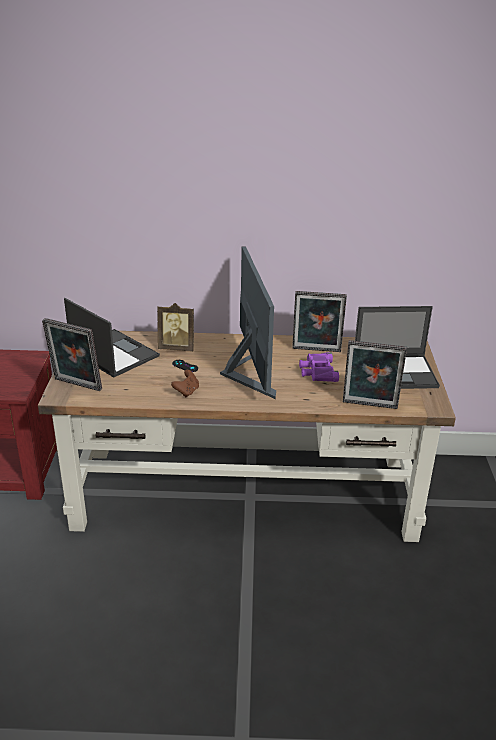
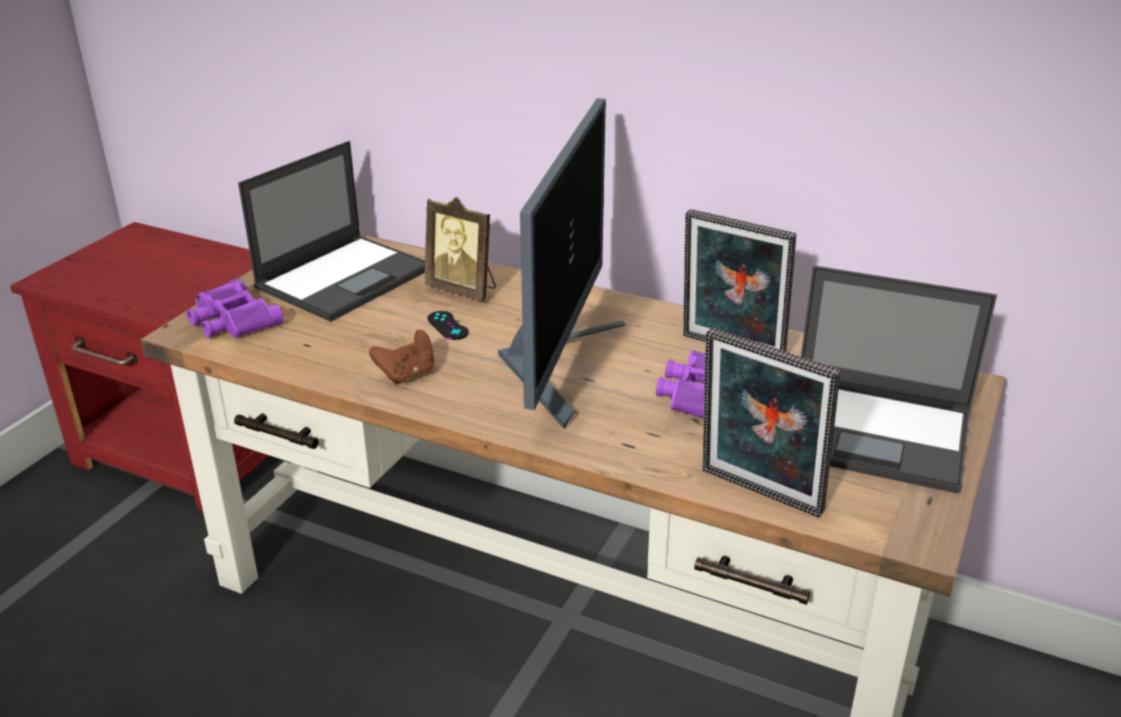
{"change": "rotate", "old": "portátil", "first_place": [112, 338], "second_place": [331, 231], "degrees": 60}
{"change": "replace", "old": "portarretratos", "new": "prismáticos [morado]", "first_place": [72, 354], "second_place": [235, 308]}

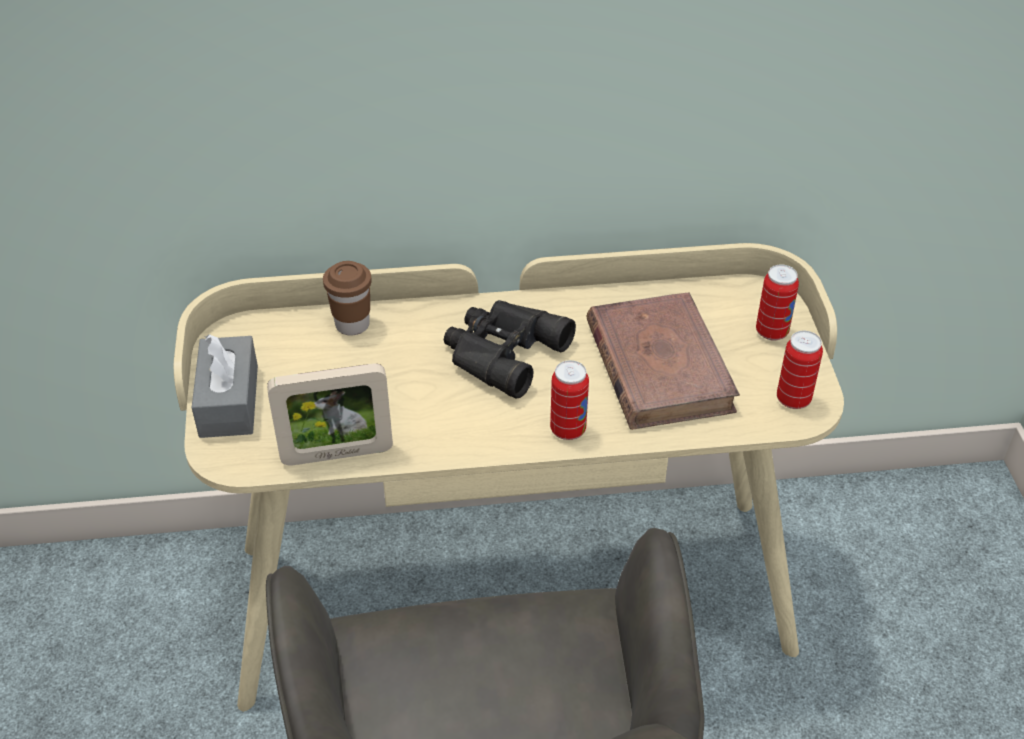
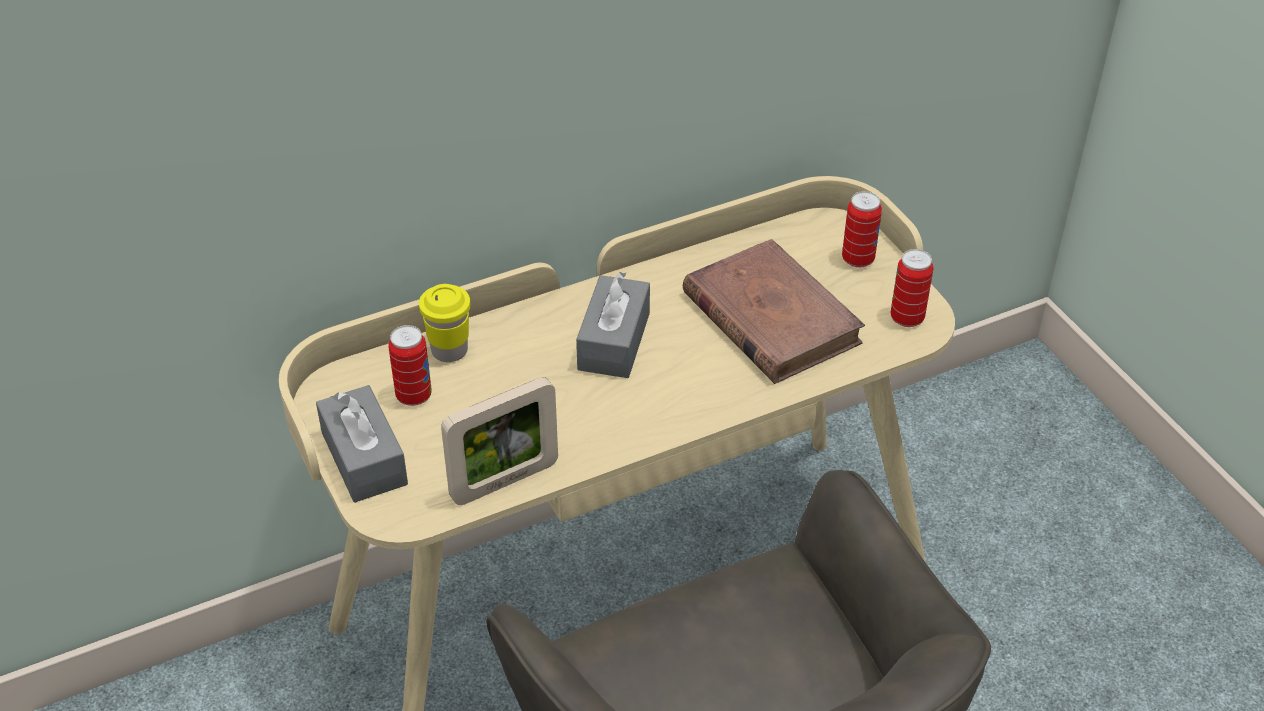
{"change": "recolor", "old": "taza [marrón]", "new": "taza [amarillo]", "first_place": [347, 298], "second_place": [444, 323]}
{"change": "replace", "old": "prismáticos [negro]", "new": "caja de pañuelos [gris]", "first_place": [510, 349], "second_place": [613, 325]}
{"change": "move", "old": "lata", "first_place": [569, 400], "second_place": [410, 365]}

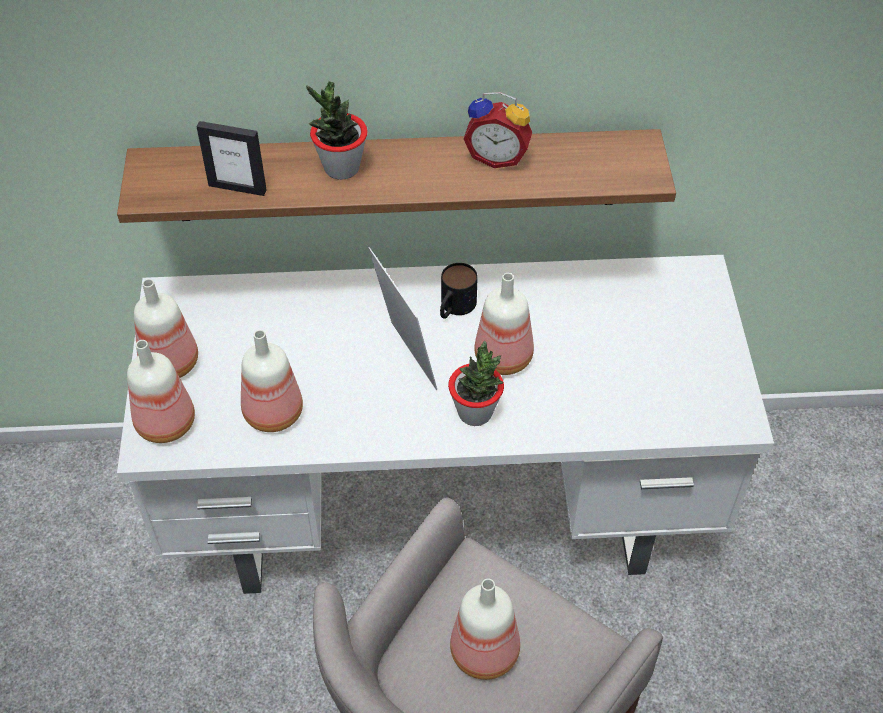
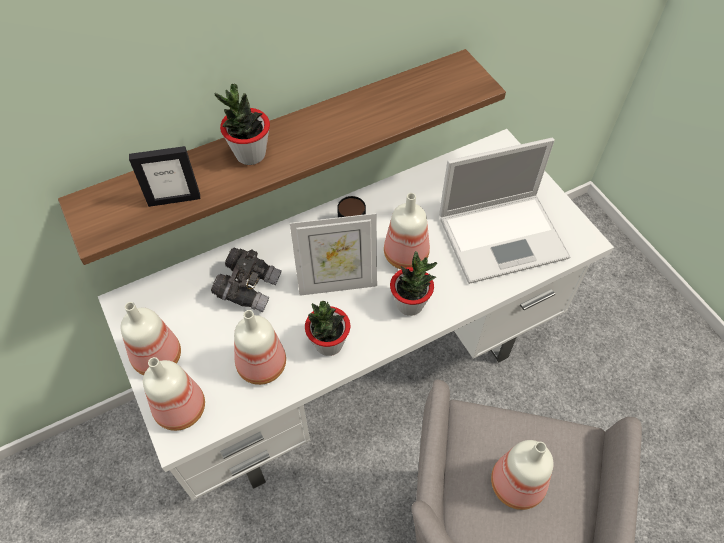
{"change": "delete", "old": "despertador", "first_place": [498, 130]}
{"change": "rotate", "old": "portarretratos", "first_place": [402, 318], "second_place": [333, 254], "degrees": 135}
{"change": "insert", "new": "portátil", "second_place": [504, 211]}
{"change": "insert", "new": "prismáticos [gris]", "second_place": [246, 280]}
{"change": "insert", "new": "planta en maceta", "second_place": [327, 328]}

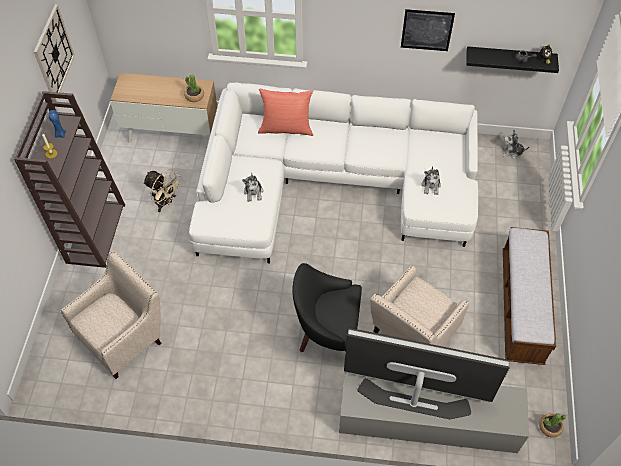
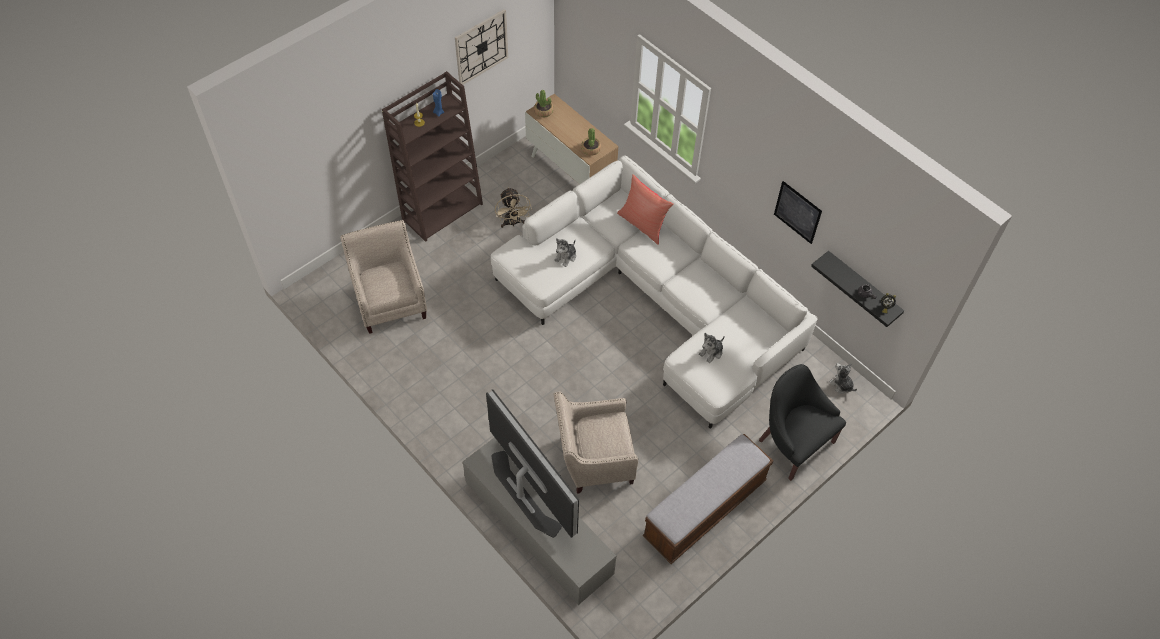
{"change": "rotate", "old": "sillón [beis]", "first_place": [111, 315], "second_place": [383, 277], "degrees": -105}
{"change": "move", "old": "sillón [negro]", "first_place": [327, 307], "second_place": [802, 422]}
{"change": "move", "old": "planta en maceta", "first_place": [552, 425], "second_place": [543, 103]}

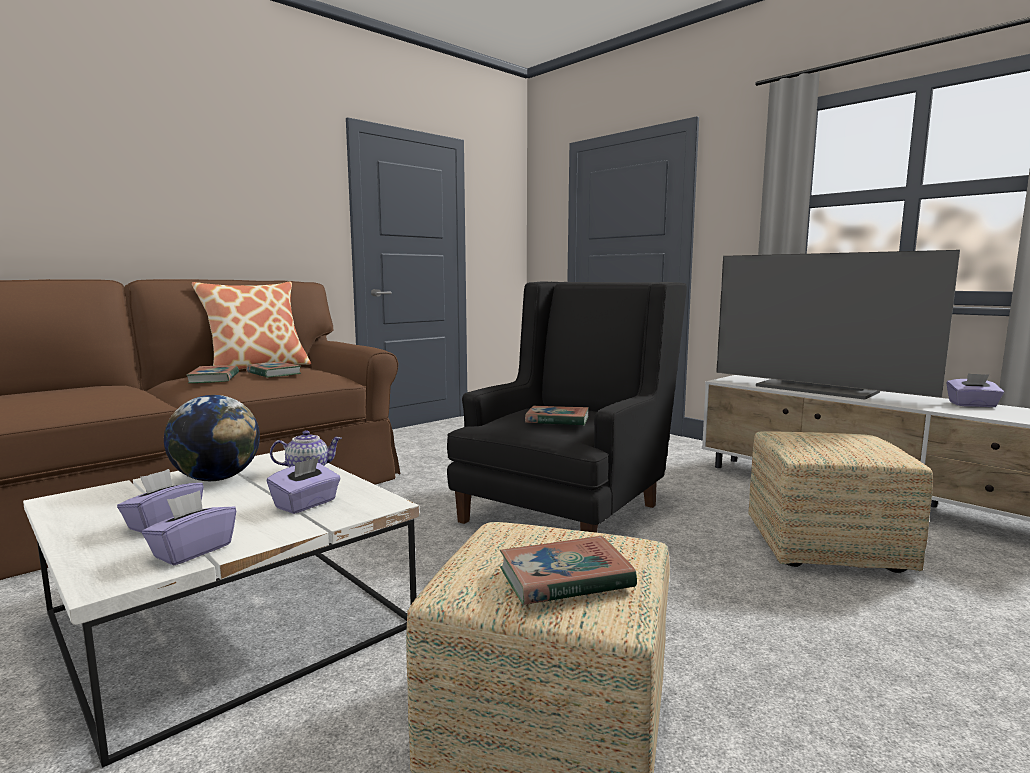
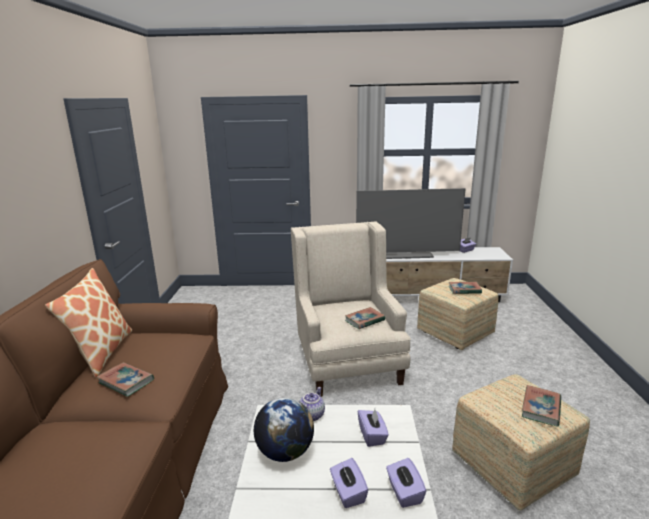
{"change": "recolor", "old": "sillón [negro]", "new": "sillón [beis]", "first_place": [567, 407], "second_place": [351, 309]}
{"change": "move", "old": "libro", "first_place": [273, 370], "second_place": [465, 287]}

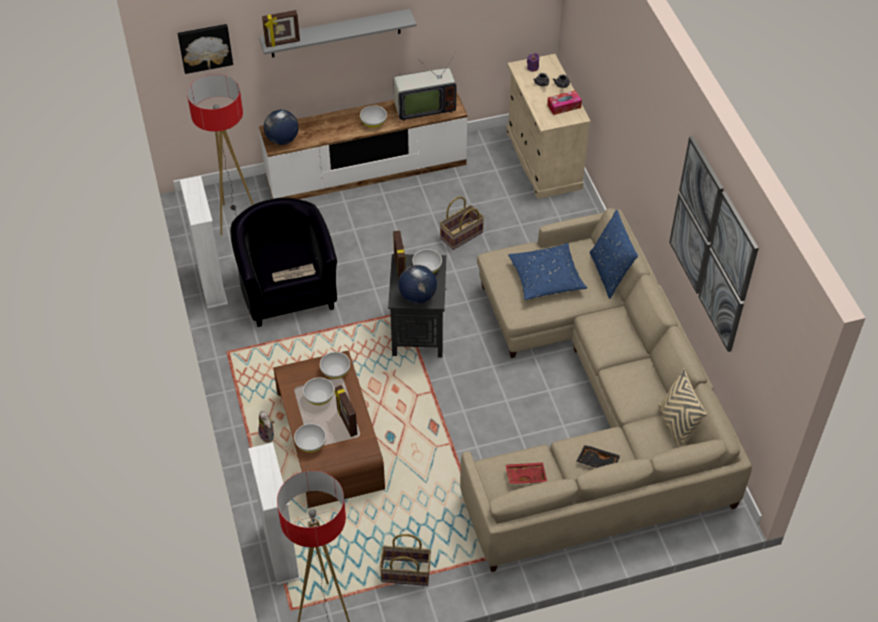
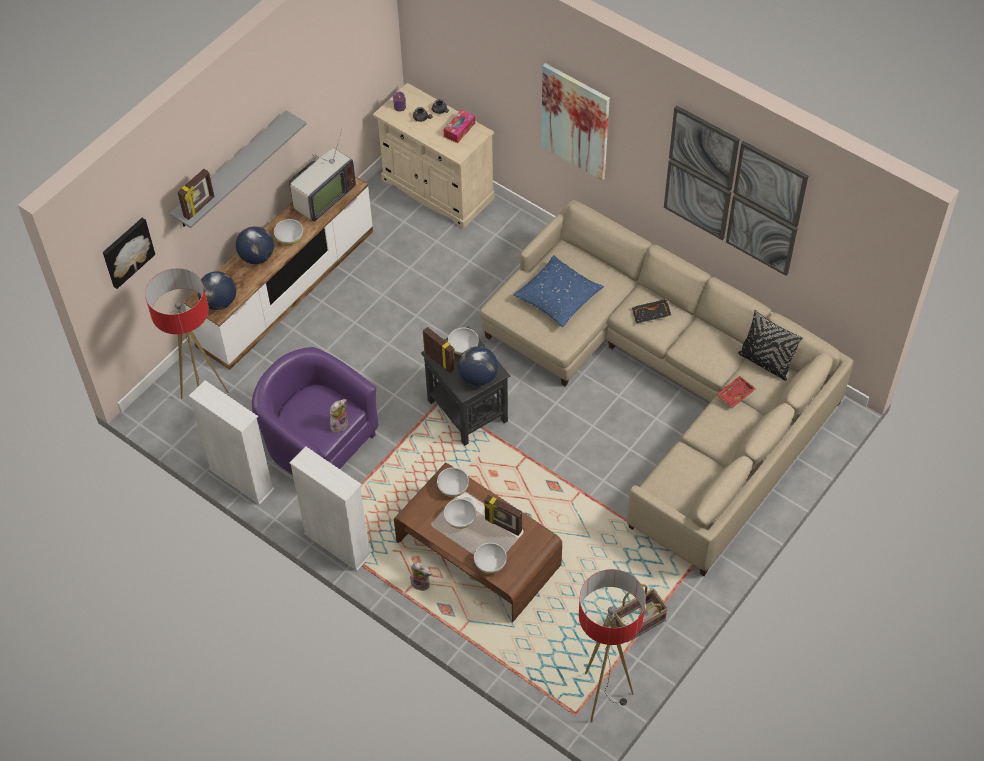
{"change": "delete", "old": "cesta", "first_place": [462, 223]}
{"change": "recolor", "old": "sillón [negro]", "new": "sillón [morado]", "first_place": [283, 262], "second_place": [315, 411]}
{"change": "delete", "old": "cojín [azul]", "first_place": [614, 254]}
{"change": "replace", "old": "periódico", "new": "peluche", "first_place": [294, 272], "second_place": [339, 416]}
{"change": "recolor", "old": "cojín [beis]", "new": "cojín [negro]", "first_place": [682, 408], "second_place": [770, 345]}
{"change": "move", "old": "estantería [blanco]", "first_place": [274, 513], "second_place": [331, 508]}
{"change": "move", "old": "bandeja [negro]", "first_place": [599, 456], "second_place": [651, 311]}
{"change": "move", "old": "bandeja [rojo]", "first_place": [526, 473], "second_place": [736, 392]}
{"change": "insert", "new": "cuadro", "second_place": [575, 122]}
{"change": "insert", "new": "globo terráqueo", "second_place": [255, 245]}

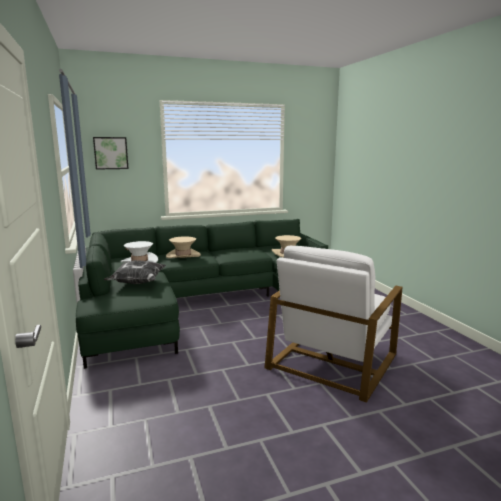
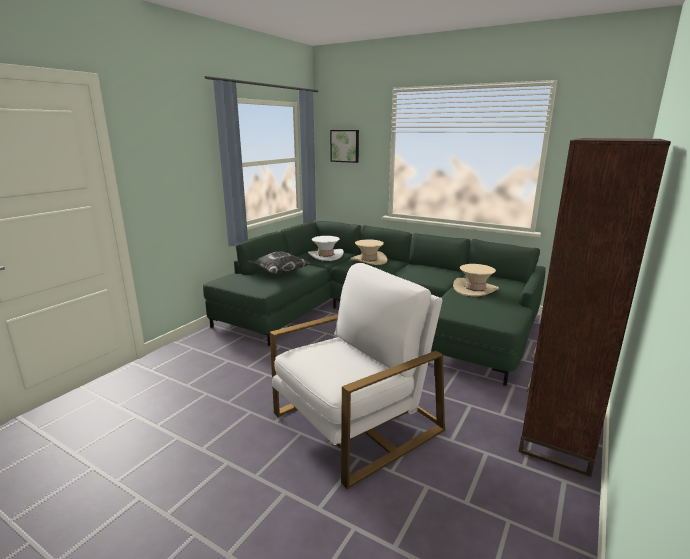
{"change": "rotate", "old": "sillón [blanco]", "first_place": [333, 324], "second_place": [357, 376], "degrees": 150}
{"change": "insert", "new": "estantería [marrón]", "second_place": [595, 307]}

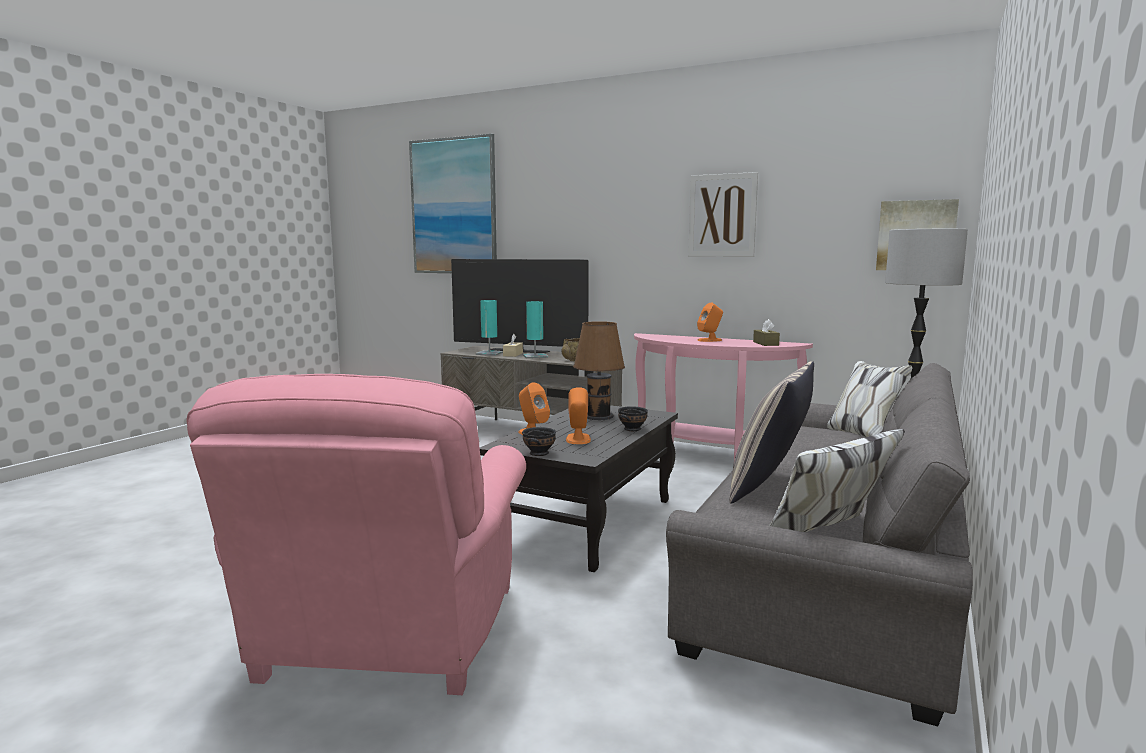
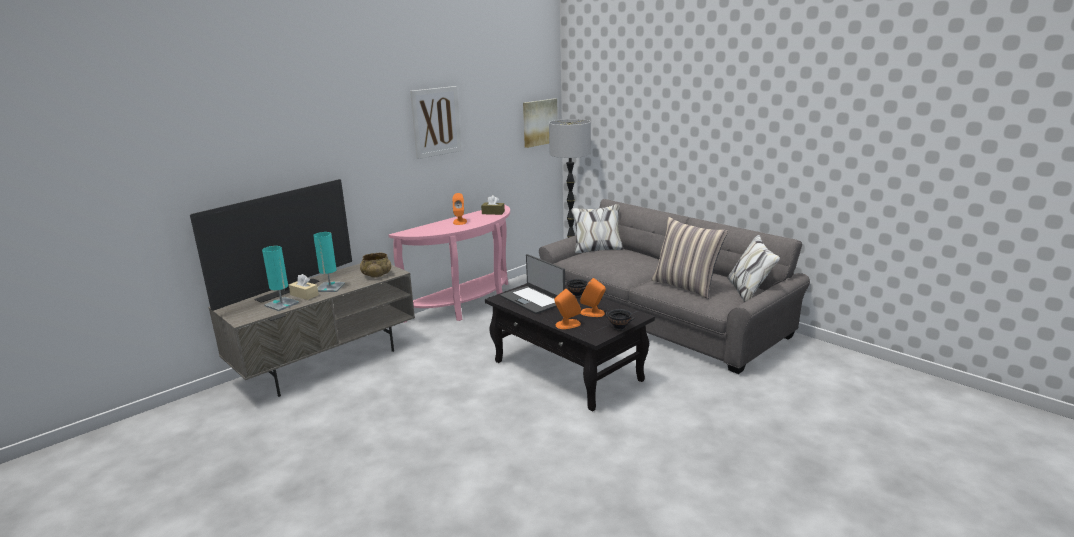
{"change": "delete", "old": "cuadro", "first_place": [453, 203]}
{"change": "replace", "old": "lámpara de mesa [marrón]", "new": "portátil", "first_place": [599, 370], "second_place": [532, 284]}
{"change": "delete", "old": "sillón [rosa]", "first_place": [356, 534]}

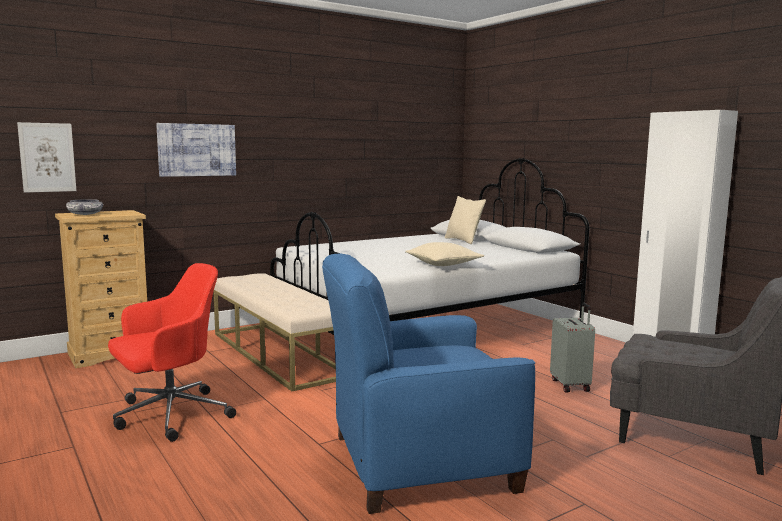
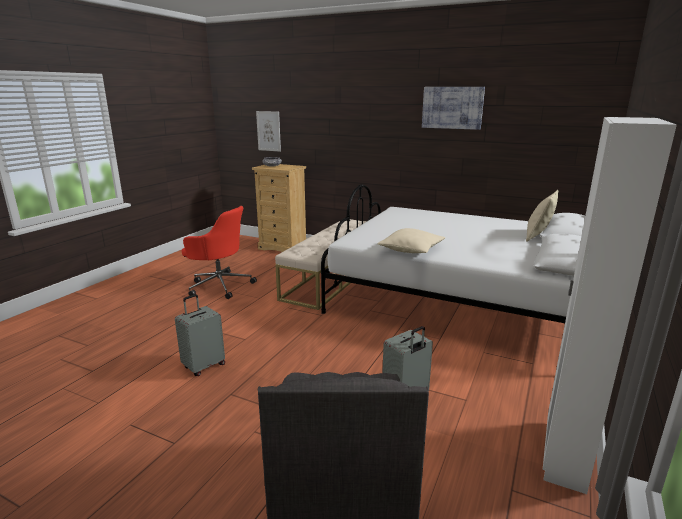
{"change": "move", "old": "cuadro", "first_place": [196, 150], "second_place": [453, 108]}
{"change": "replace", "old": "sillón [azul]", "new": "maleta [gris]", "first_place": [428, 383], "second_place": [200, 335]}

